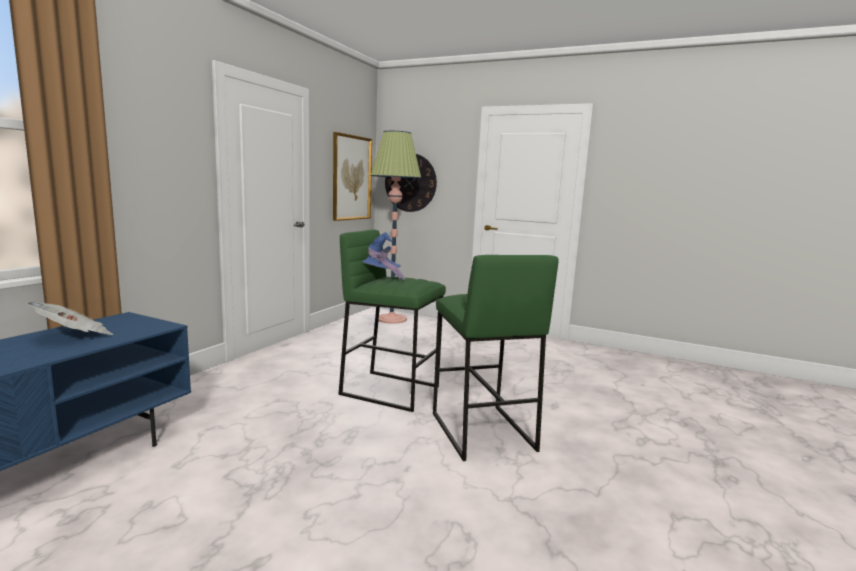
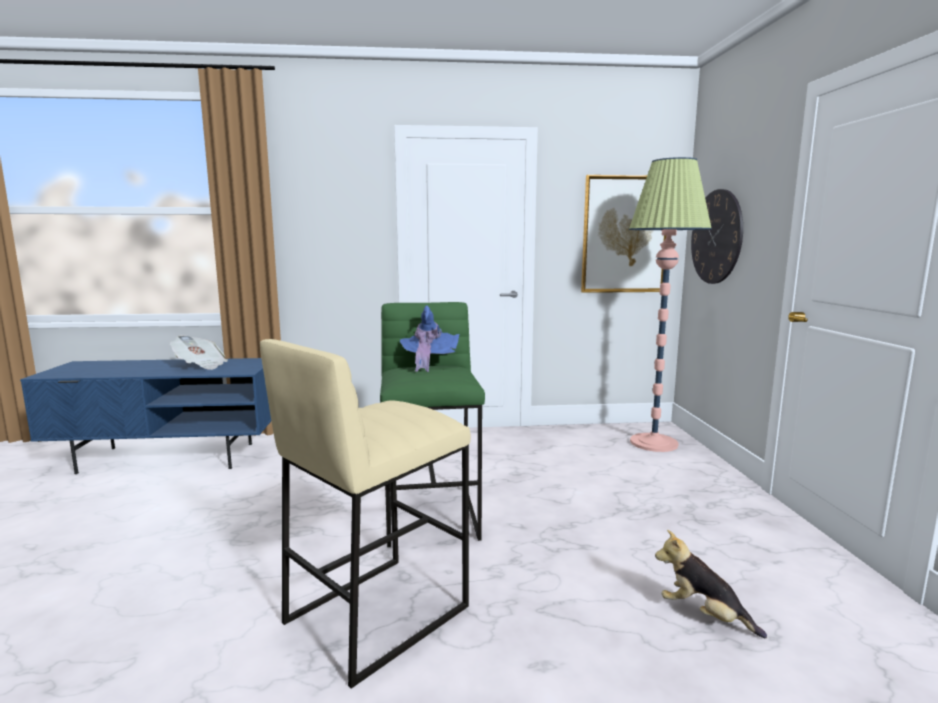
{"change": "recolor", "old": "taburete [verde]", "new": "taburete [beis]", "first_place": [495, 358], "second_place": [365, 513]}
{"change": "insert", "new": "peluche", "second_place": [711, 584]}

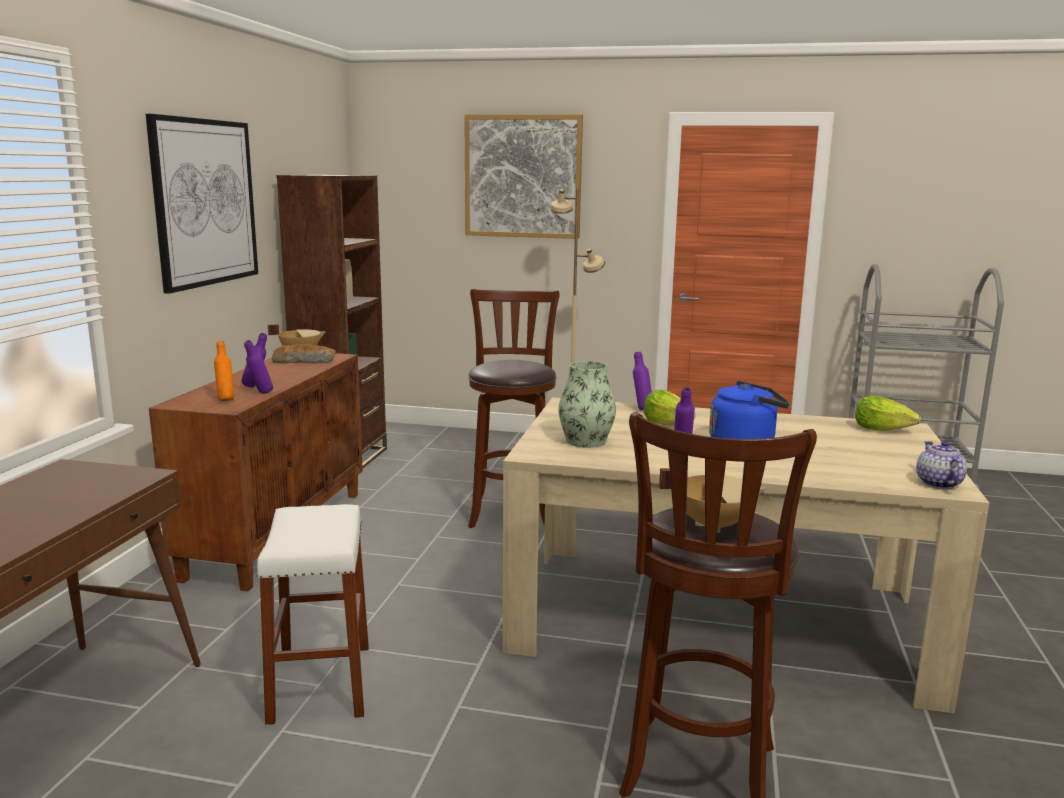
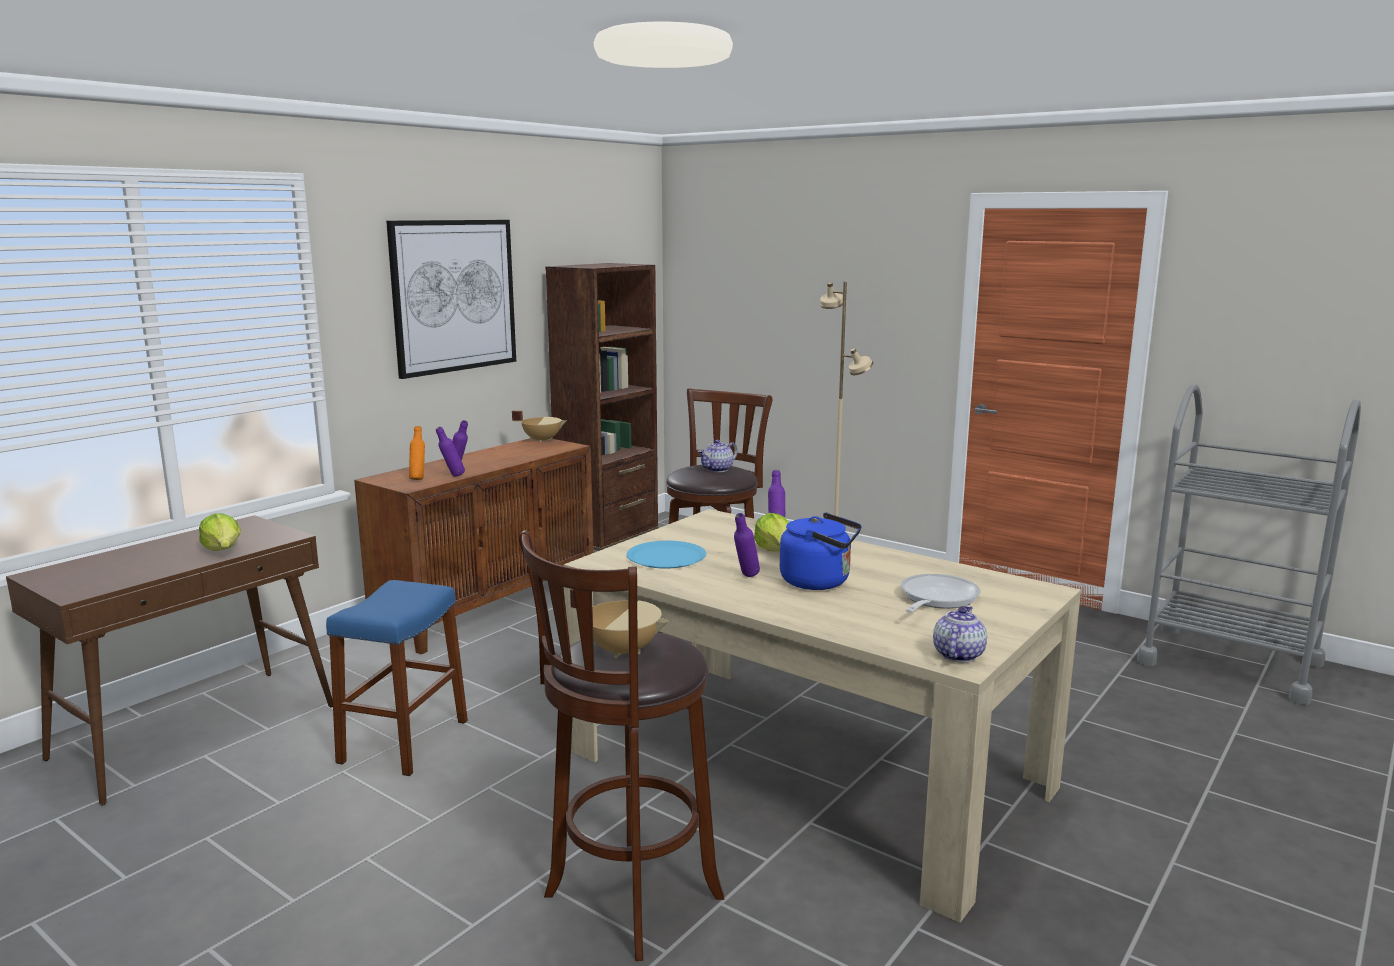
{"change": "delete", "old": "cuadro", "first_place": [523, 176]}
{"change": "delete", "old": "pan", "first_place": [304, 354]}
{"change": "replace", "old": "florero", "new": "plato [azul]", "first_place": [587, 404], "second_place": [666, 555]}
{"change": "move", "old": "lechuga", "first_place": [888, 413], "second_place": [220, 532]}
{"change": "recolor", "old": "taburete [blanco]", "new": "taburete [azul]", "first_place": [313, 614], "second_place": [397, 678]}
{"change": "insert", "new": "tetera", "second_place": [718, 455]}
{"change": "insert", "new": "sartén", "second_place": [941, 593]}

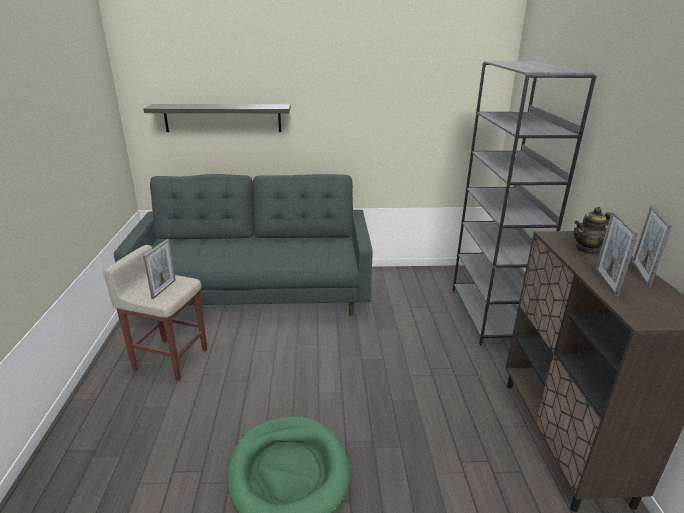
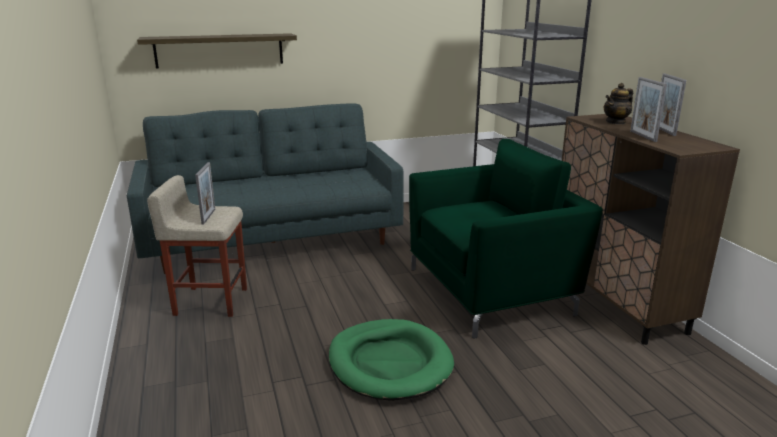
{"change": "insert", "new": "sillón [verde]", "second_place": [506, 239]}

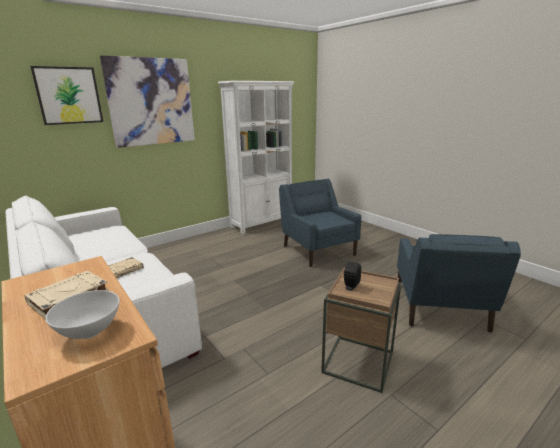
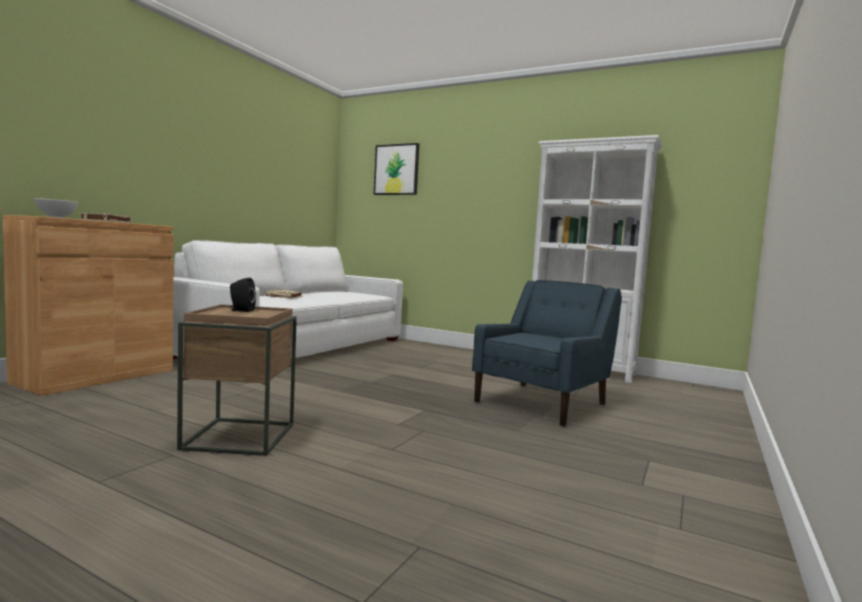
{"change": "delete", "old": "cuadro", "first_place": [147, 101]}
{"change": "delete", "old": "sillón [azul]", "first_place": [459, 283]}

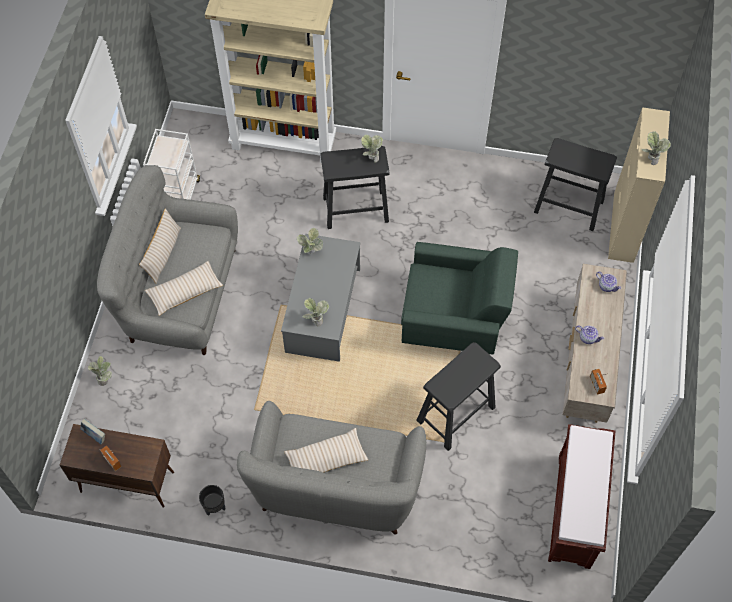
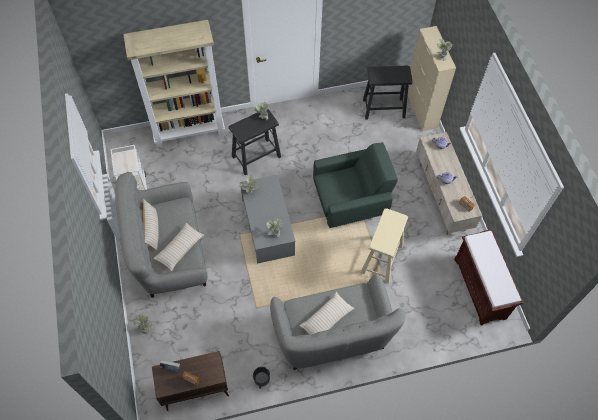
{"change": "recolor", "old": "taburete [negro]", "new": "taburete [beis]", "first_place": [459, 396], "second_place": [384, 246]}

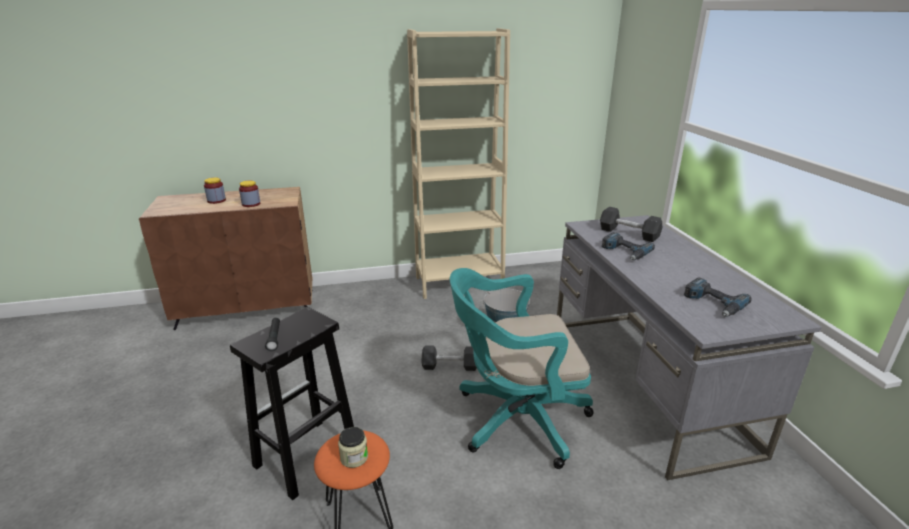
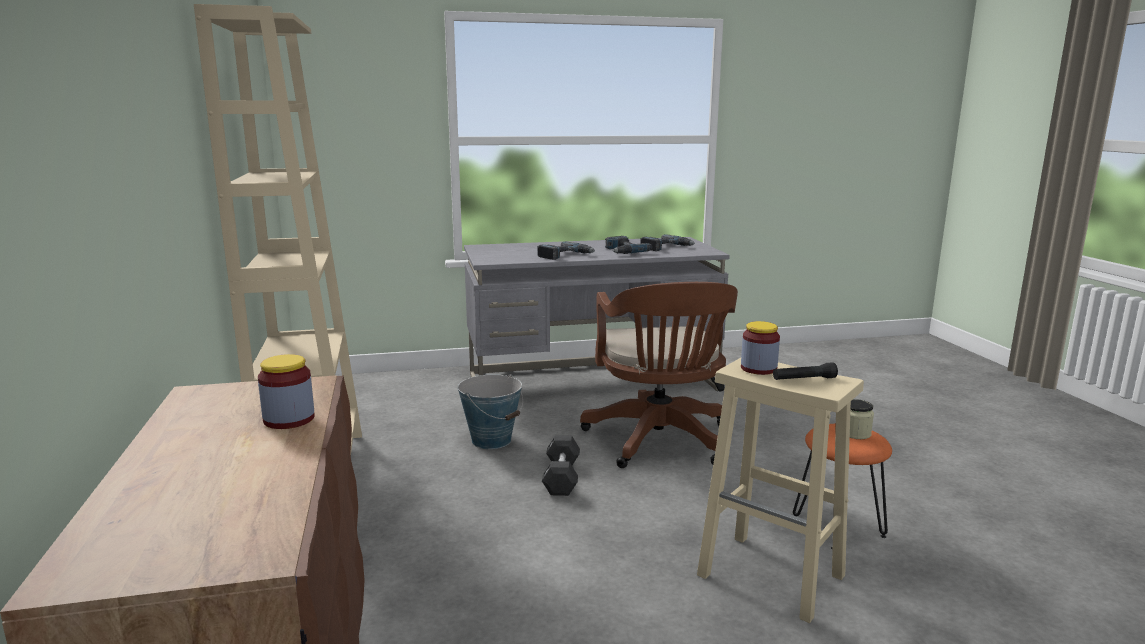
{"change": "move", "old": "tarro", "first_place": [215, 191], "second_place": [760, 348]}
{"change": "delete", "old": "mancuerna [negro]", "first_place": [631, 224]}
{"change": "recolor", "old": "silla de oficina [turquesa]", "new": "silla de oficina [marrón]", "first_place": [522, 368], "second_place": [659, 375]}
{"change": "recolor", "old": "taburete [negro]", "new": "taburete [beis]", "first_place": [292, 403], "second_place": [780, 490]}
{"change": "insert", "new": "taladro", "second_place": [628, 245]}

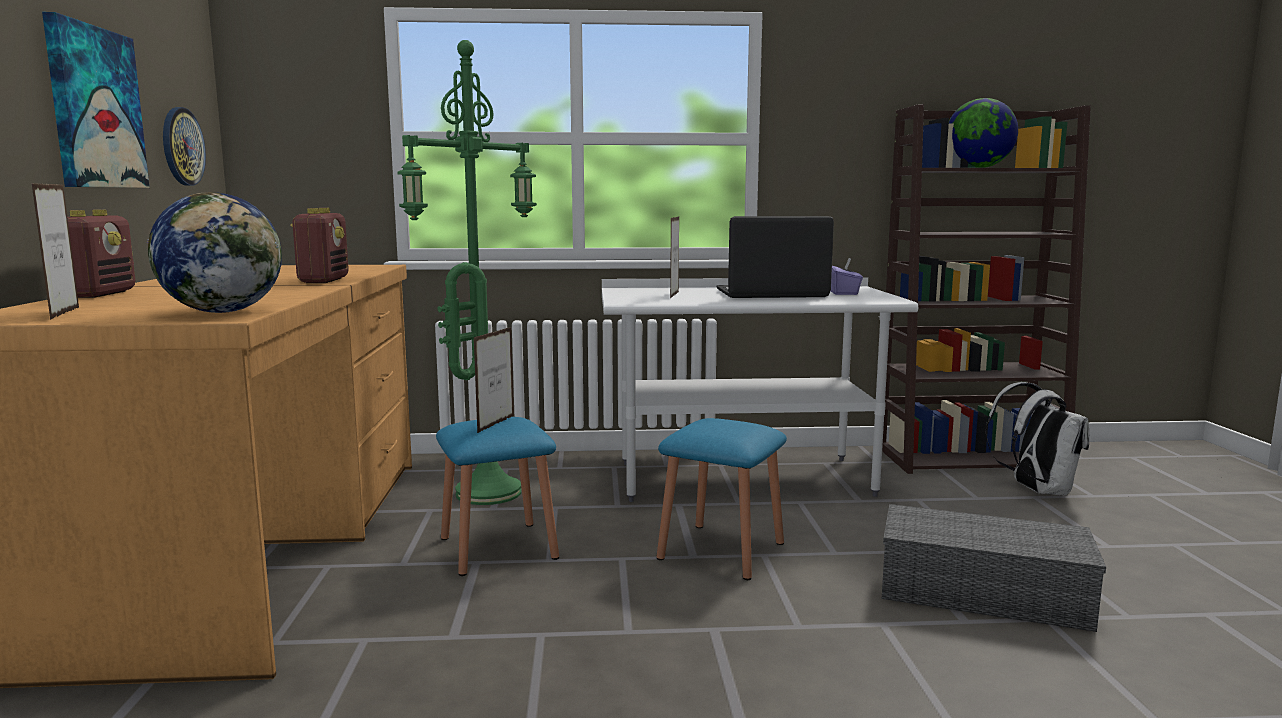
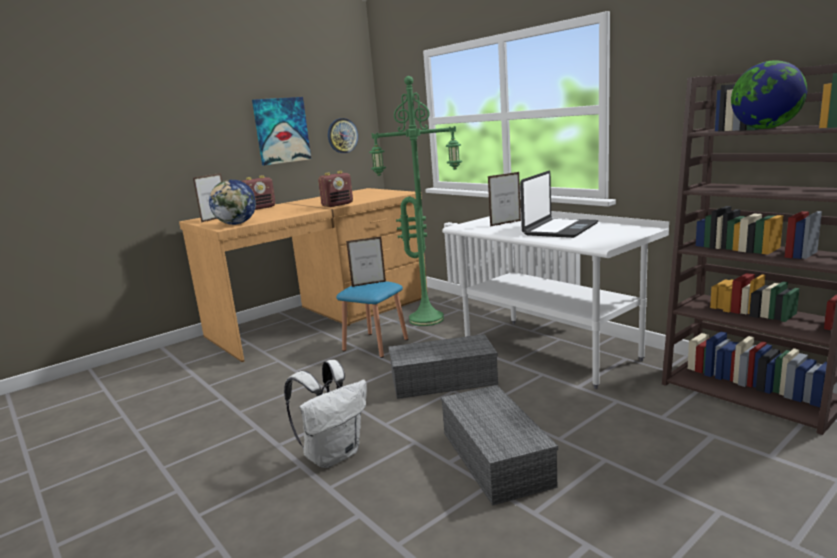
{"change": "rotate", "old": "portátil", "first_place": [775, 257], "second_place": [559, 204], "degrees": 75}
{"change": "delete", "old": "caja de pañuelos [morado]", "first_place": [846, 276]}
{"change": "move", "old": "mochila [blanco]", "first_place": [1037, 439], "second_place": [325, 414]}
{"change": "replace", "old": "taburete [azul]", "new": "caja de almacenaje [gris]", "first_place": [722, 499], "second_place": [443, 366]}

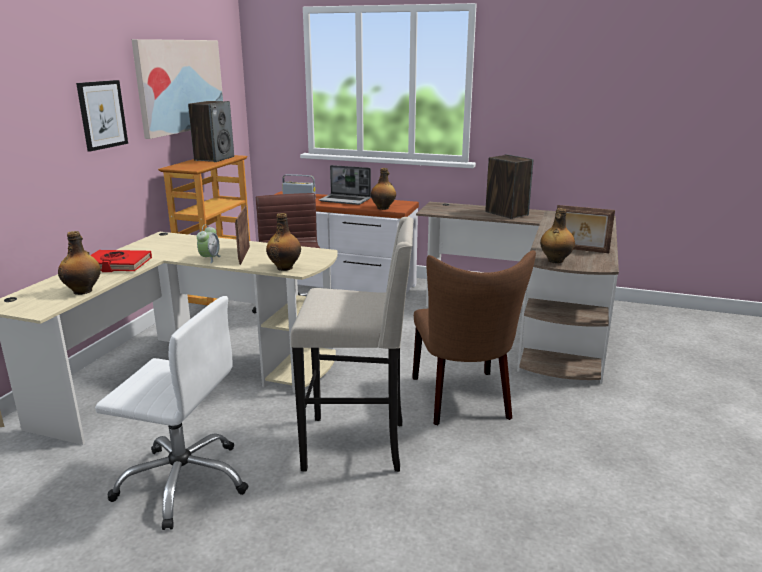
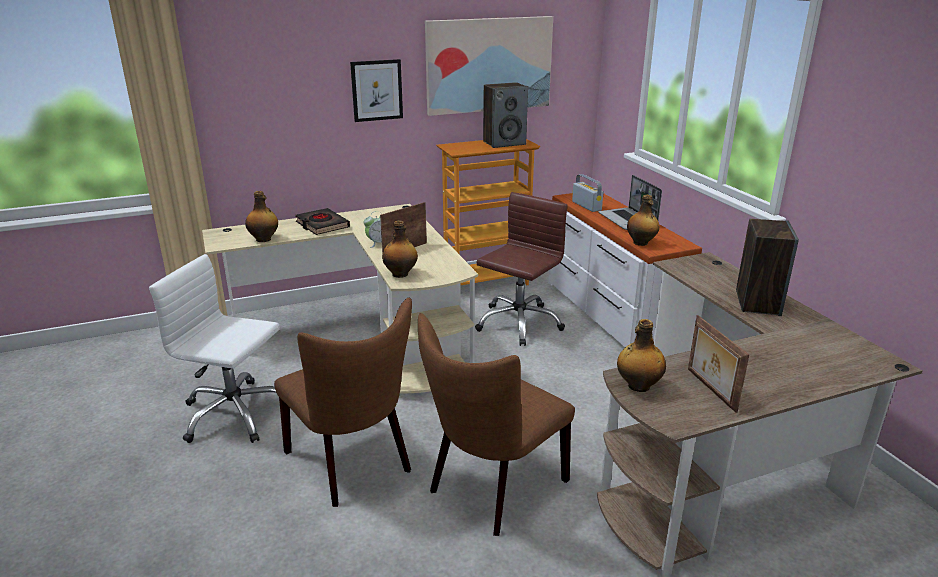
{"change": "replace", "old": "taburete [beis]", "new": "silla [marrón]", "first_place": [352, 344], "second_place": [343, 402]}
{"change": "recolor", "old": "libro [rojo]", "new": "libro [negro]", "first_place": [121, 261], "second_place": [322, 221]}
{"change": "rotate", "old": "silla de oficina [blanco]", "first_place": [172, 413], "second_place": [214, 348], "degrees": 135}

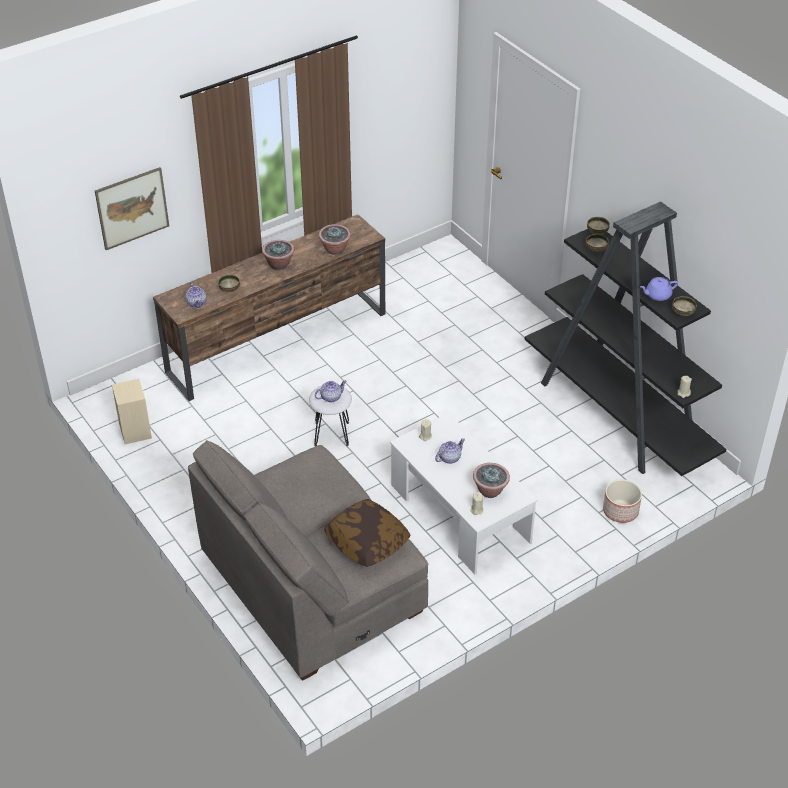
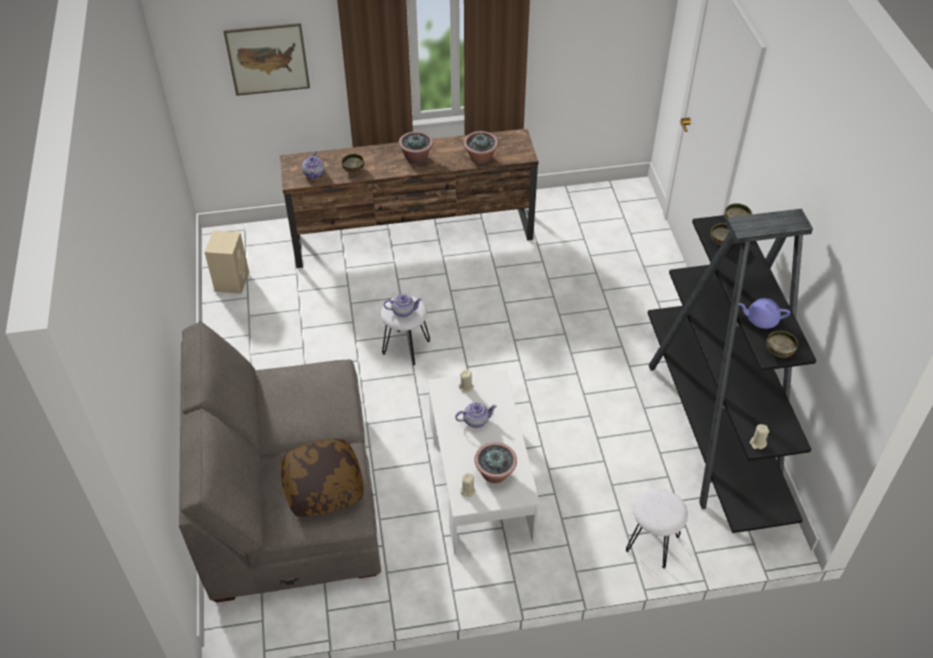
{"change": "replace", "old": "maceta", "new": "taburete [blanco]", "first_place": [622, 501], "second_place": [657, 529]}

